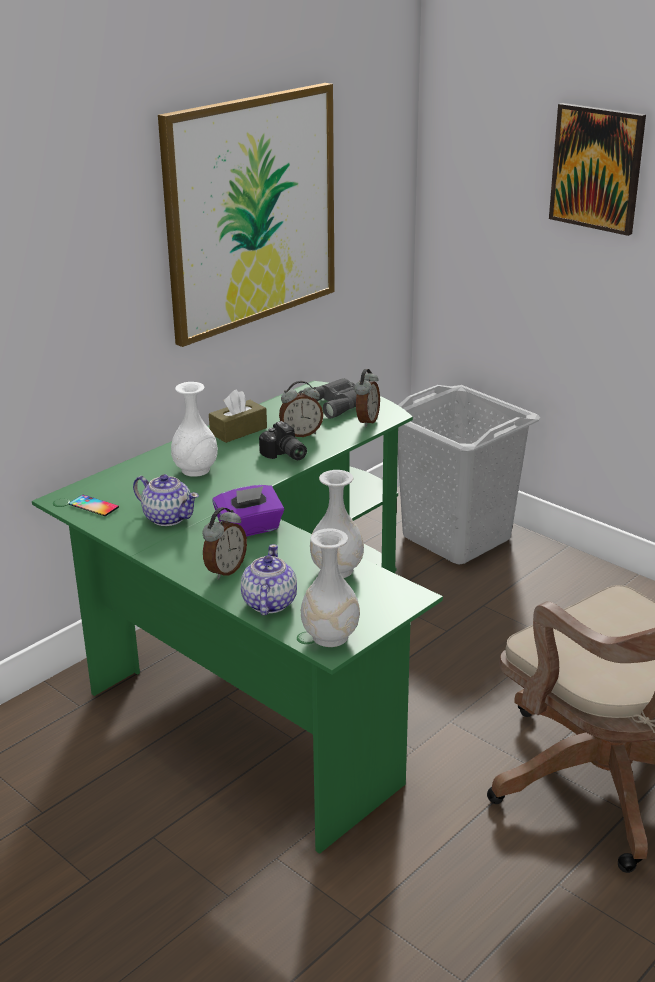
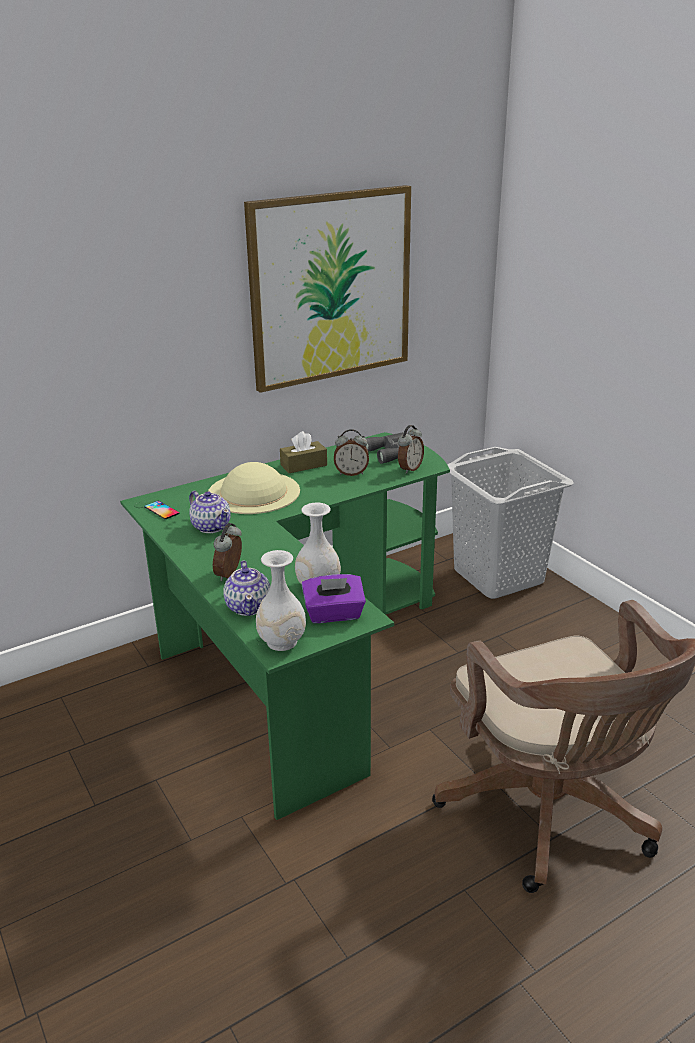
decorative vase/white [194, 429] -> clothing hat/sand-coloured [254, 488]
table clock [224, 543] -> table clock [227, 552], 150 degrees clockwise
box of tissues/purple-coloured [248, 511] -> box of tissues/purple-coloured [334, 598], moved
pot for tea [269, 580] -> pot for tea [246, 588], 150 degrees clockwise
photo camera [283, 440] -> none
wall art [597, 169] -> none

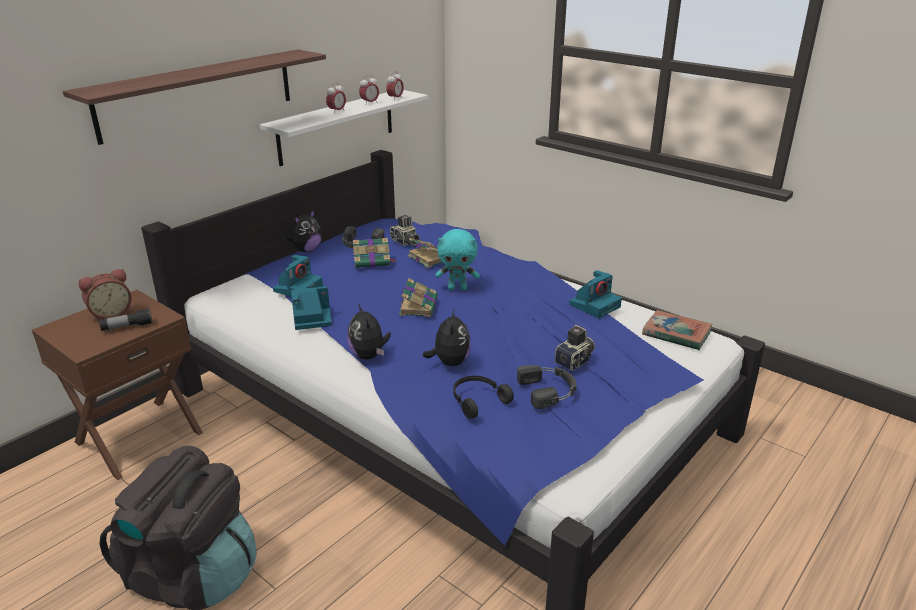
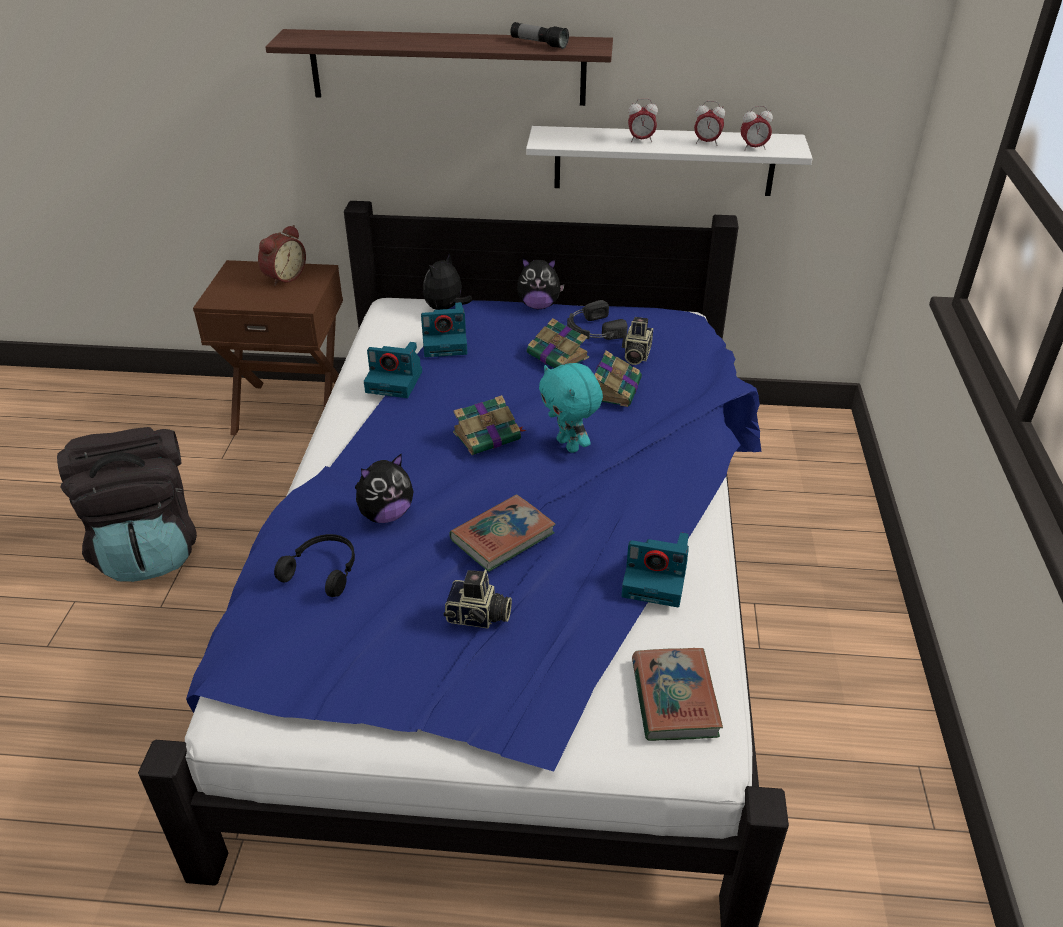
table clock [104, 295] -> table clock [282, 255], 75 degrees counterclockwise
torch [126, 319] -> torch [540, 35], moved
photo camera [311, 308] -> photo camera [393, 370], 150 degrees clockwise
plush toy [369, 331] -> plush toy [447, 281], moved
headphones/blackish [546, 387] -> none
none -> volume [502, 533]

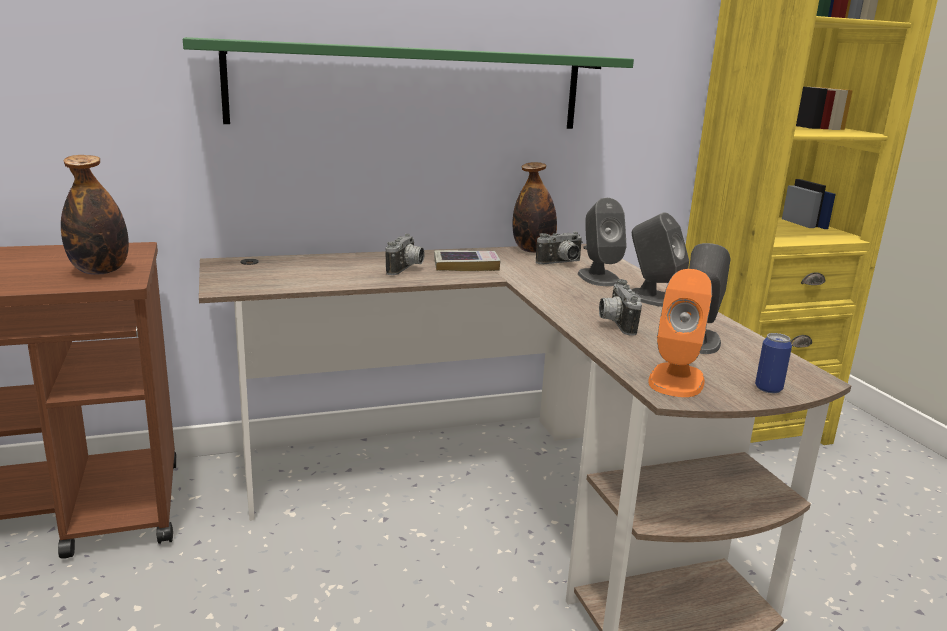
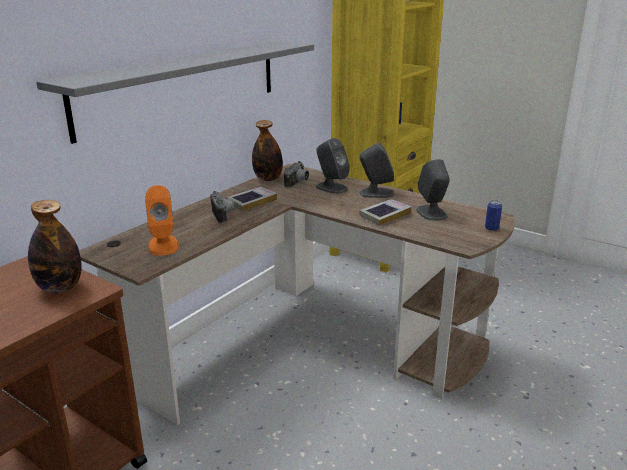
bracket shelf/green [408, 83] -> bracket shelf/grey [175, 92]
photo camera [620, 307] -> volume [385, 212]
speaker/orange-coloured [680, 333] -> speaker/orange-coloured [162, 220], moved

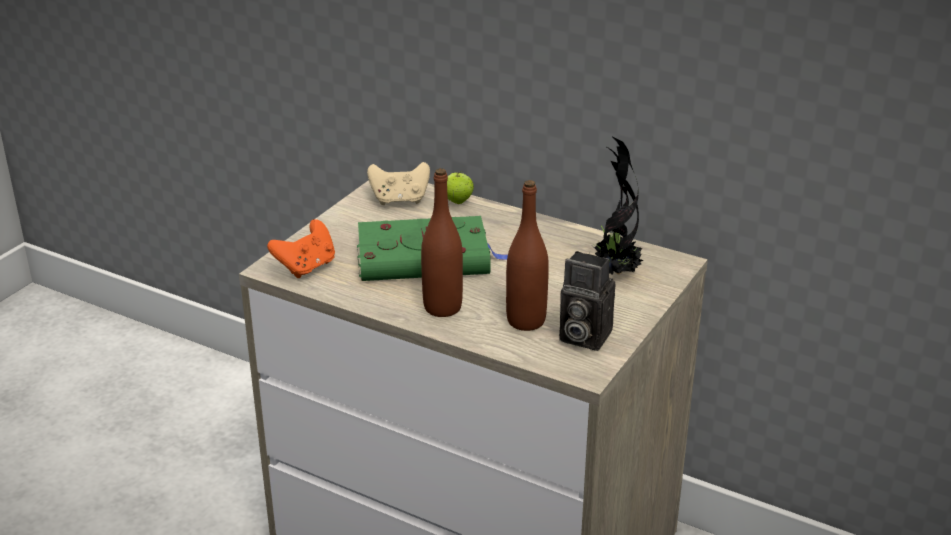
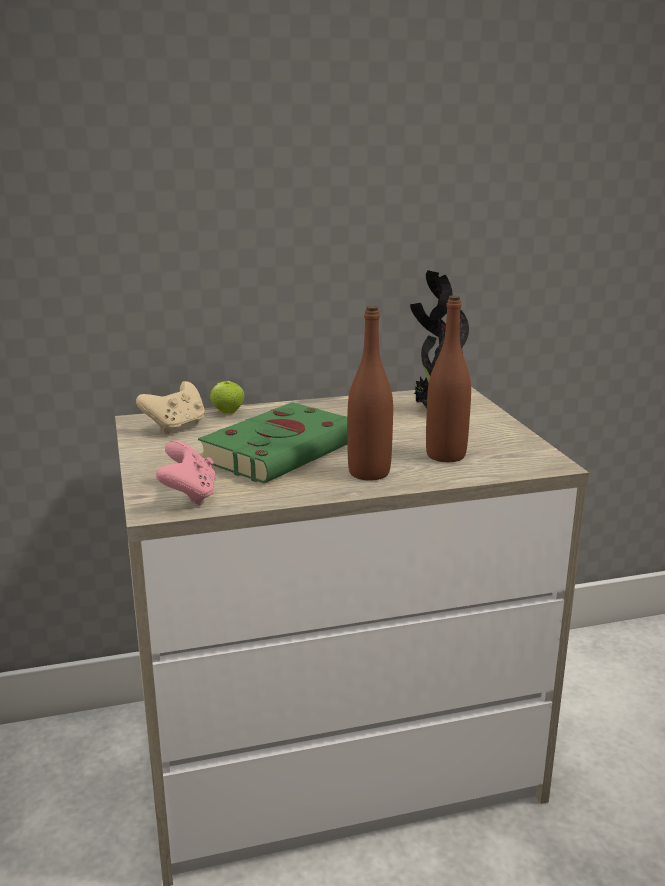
joypad/orange-coloured [301, 248] -> joypad/pinkish [186, 472]
photo camera [587, 301] -> none

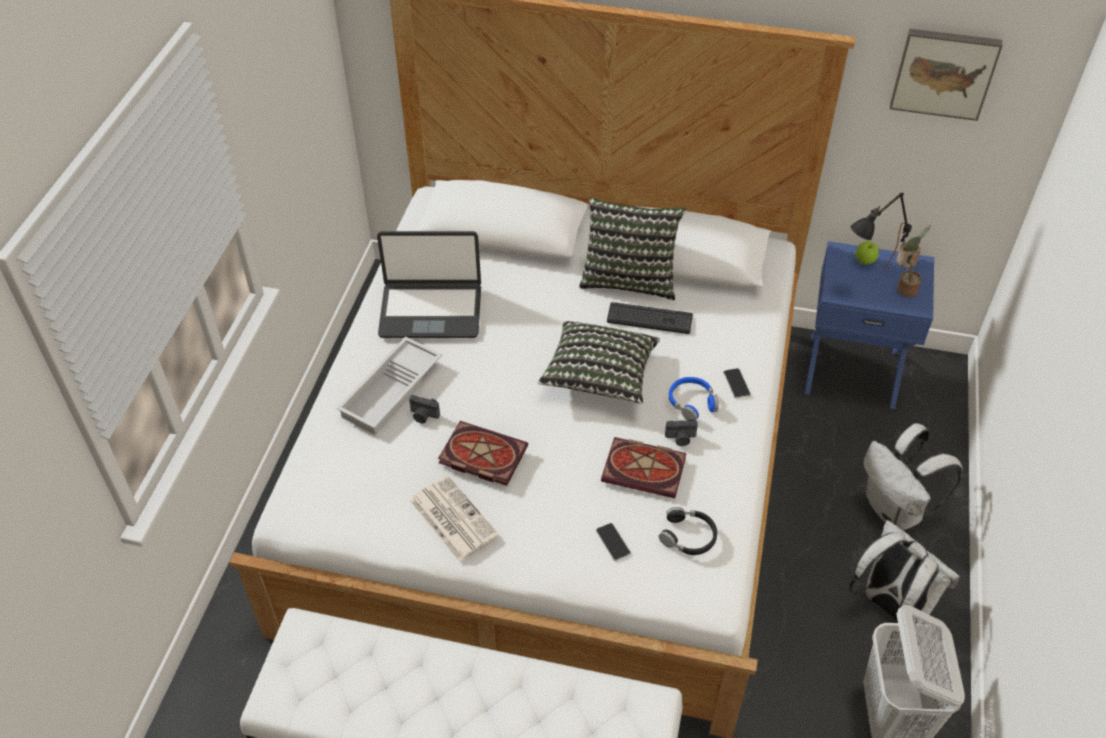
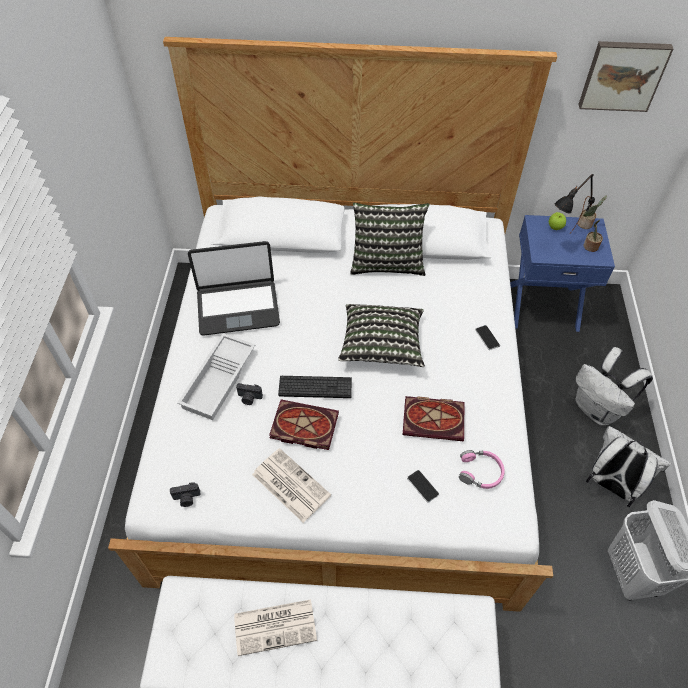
PC keyboard [650, 318] -> PC keyboard [315, 387], moved
headphones/blackish [688, 531] -> headphones/pinkish [482, 469]
photo camera [681, 432] -> photo camera [185, 494], moved
headphones/blue-coloured [694, 398] -> none
none -> newspaper [275, 627]

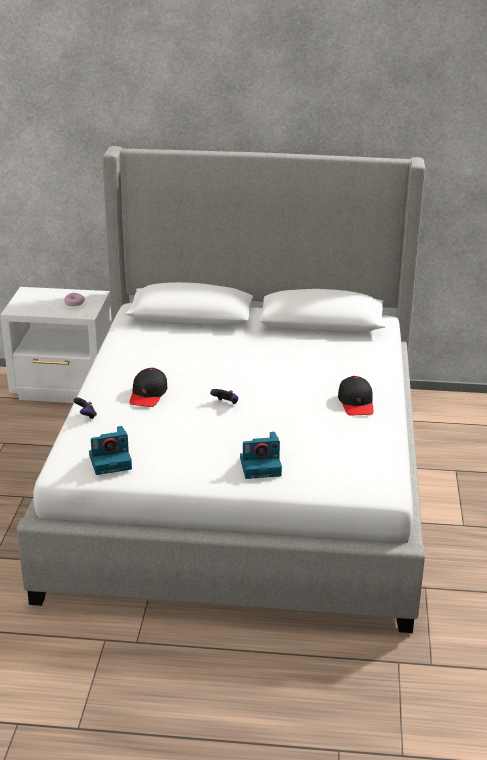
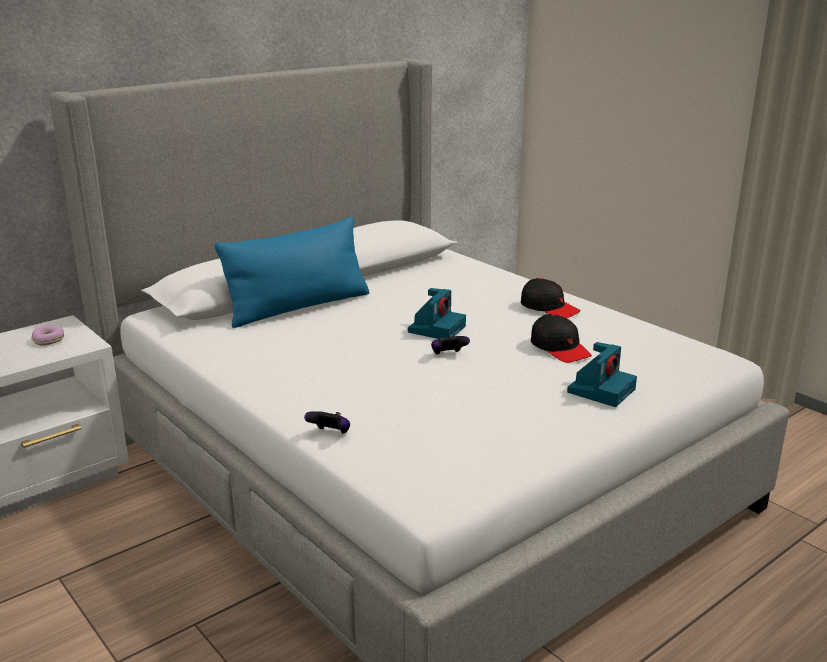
photo camera [110, 450] -> photo camera [437, 313], moved
baseball cap/blackish [148, 387] -> baseball cap/blackish [561, 338], moved
none -> cushion/blue-coloured [291, 272]

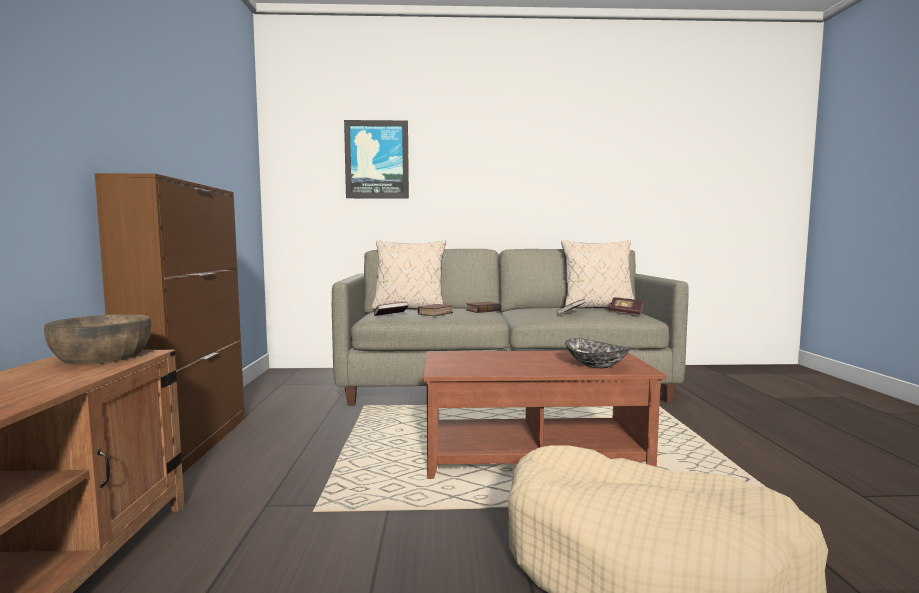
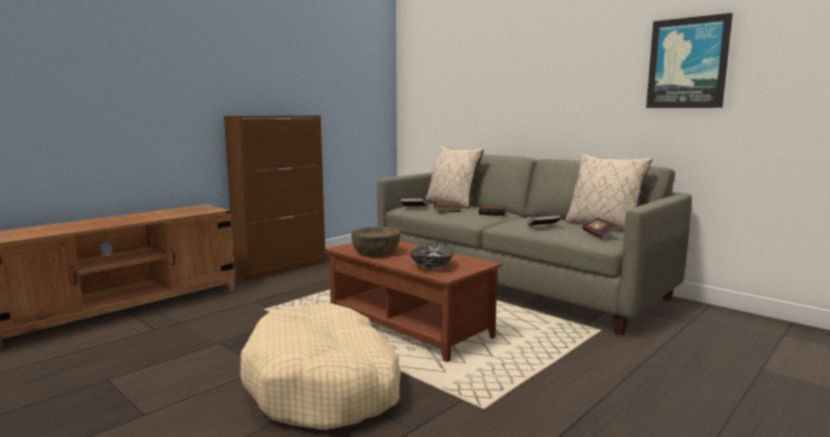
bowl/brown [97, 339] -> bowl/brown [375, 242], moved
wall art [376, 159] -> wall art [689, 60], moved

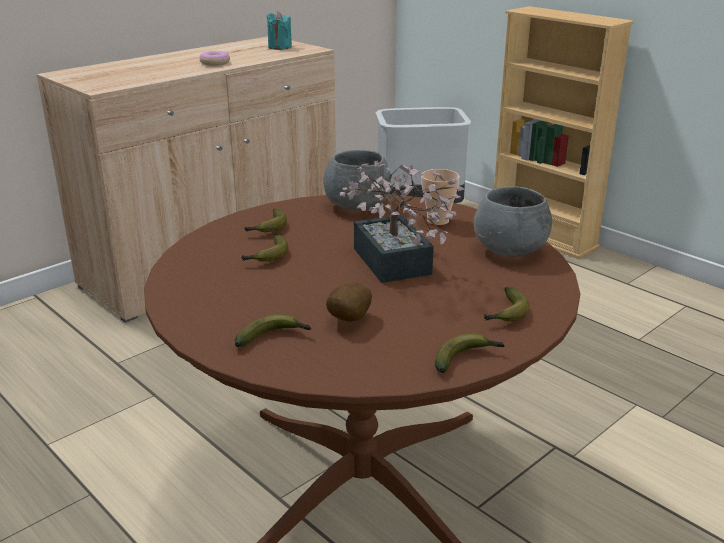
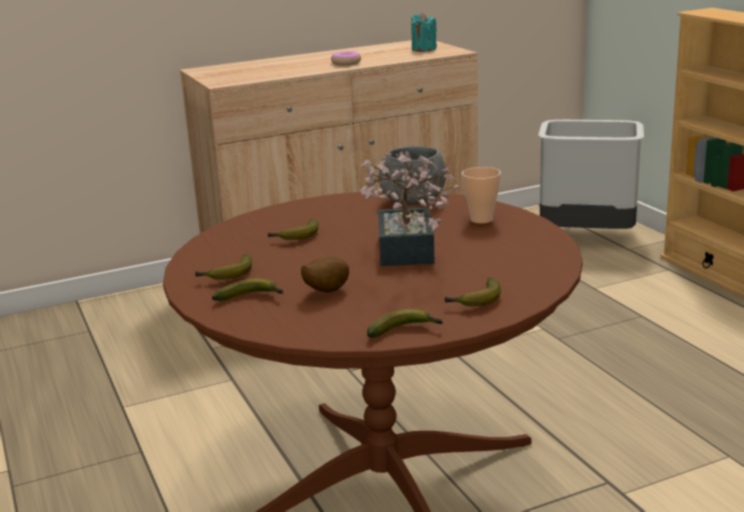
banana [266, 220] -> banana [223, 266], moved
bowl/grey [513, 221] -> none

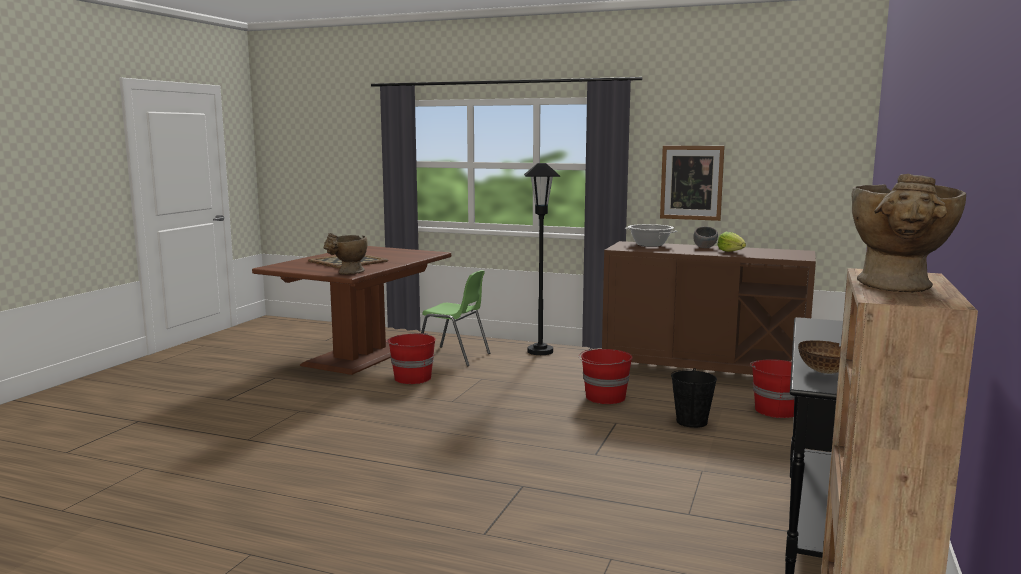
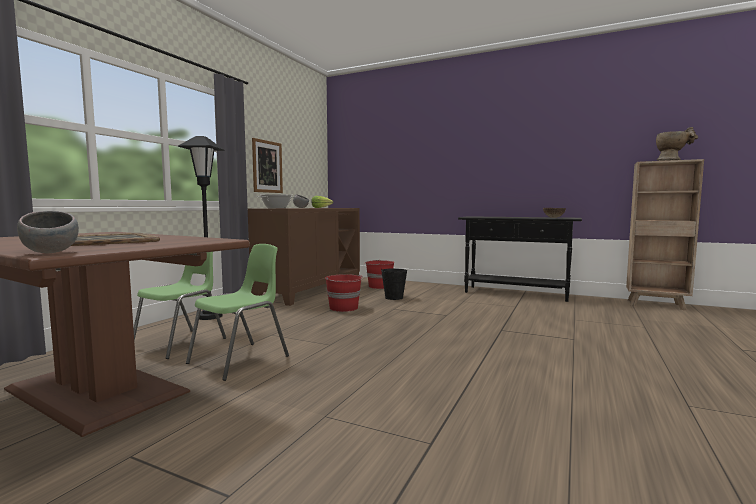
decorative vase/sand-coloured [345, 254] -> none
pail/red [411, 358] -> chair/green [237, 312]
none -> bowl/grey [48, 232]

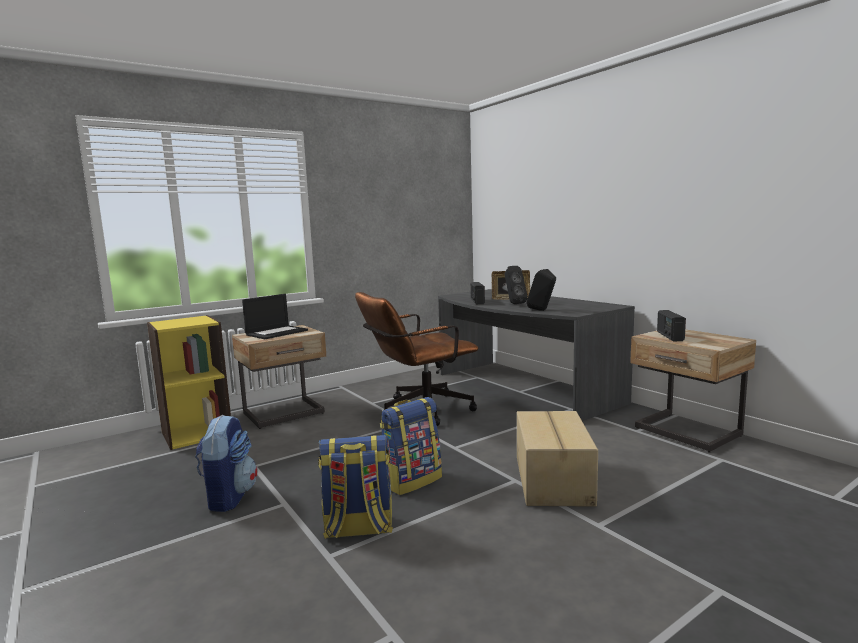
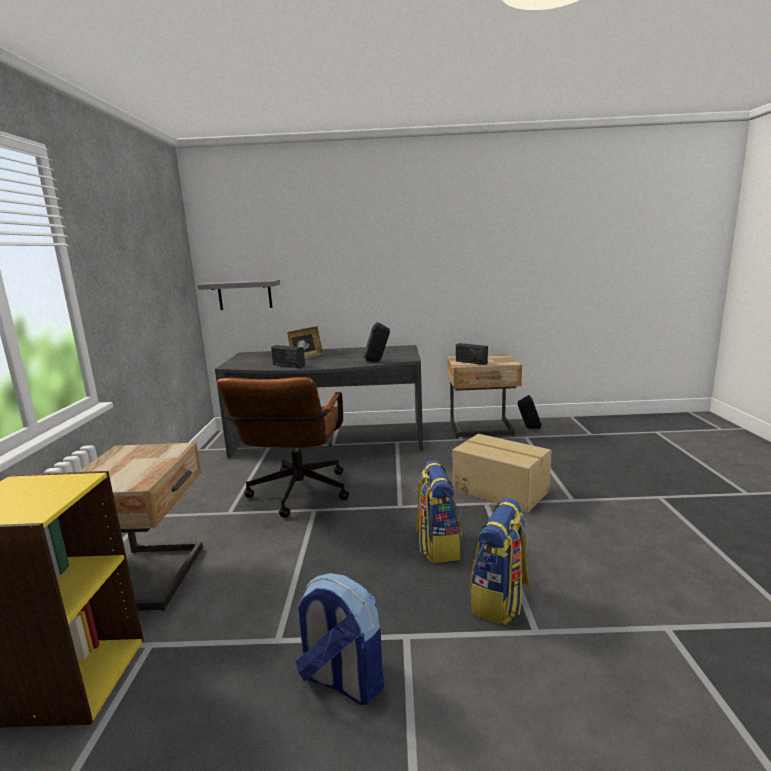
notebook computer [275, 316] -> none
speaker/blackish [516, 285] -> speaker/blackish [530, 412], moved
none -> bracket shelf/grey [239, 295]

